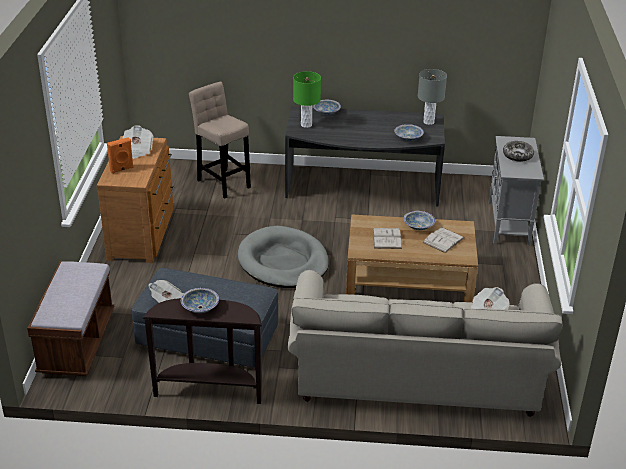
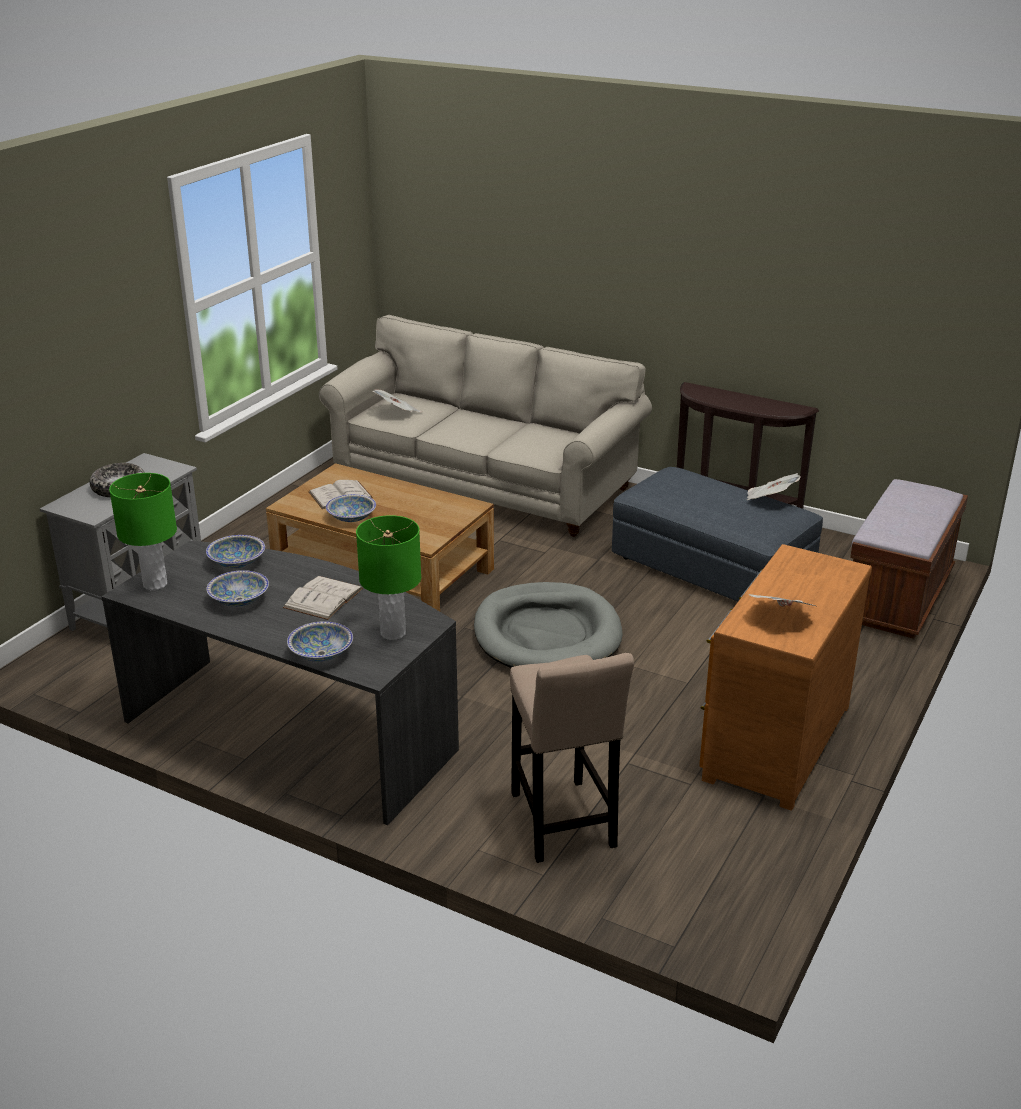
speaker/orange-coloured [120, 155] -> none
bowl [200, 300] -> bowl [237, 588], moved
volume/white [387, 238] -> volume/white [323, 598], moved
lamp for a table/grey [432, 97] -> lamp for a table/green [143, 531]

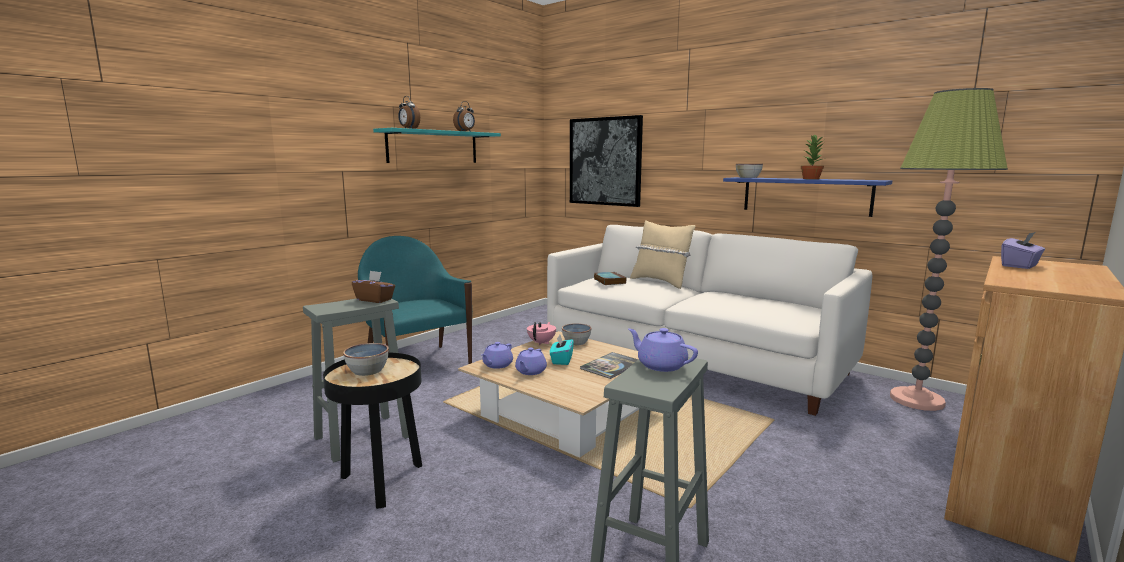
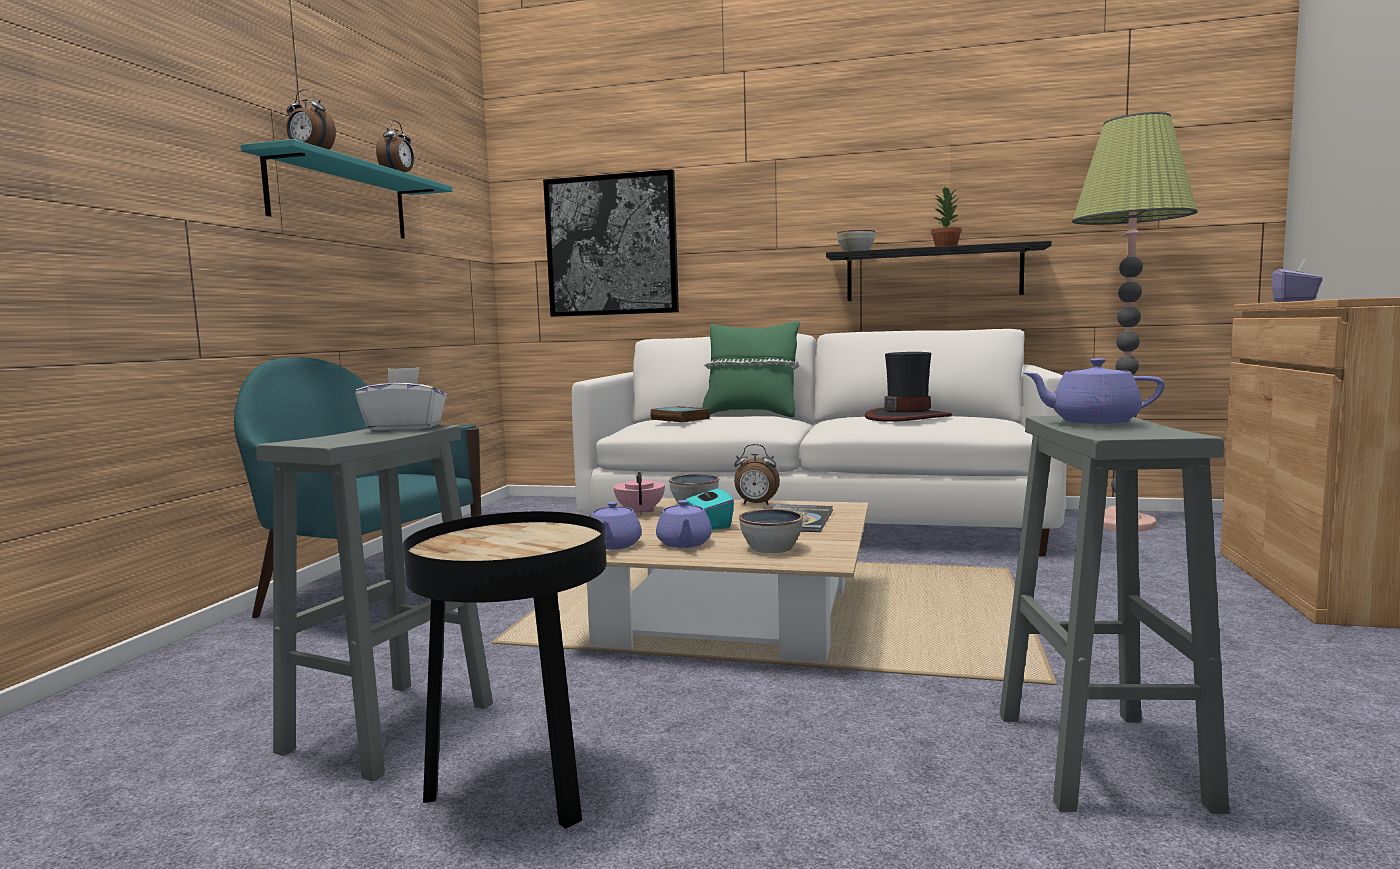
bowl [366, 359] -> bowl [771, 531], moved
box of tissues/brown [373, 287] -> box of tissues/white [401, 398]
cushion/sand-coloured [662, 254] -> cushion/green [751, 369]
bracket shelf/blue-coloured [807, 197] -> bracket shelf/blackish [939, 271]
none -> table clock [757, 474]
none -> clothing hat [908, 387]

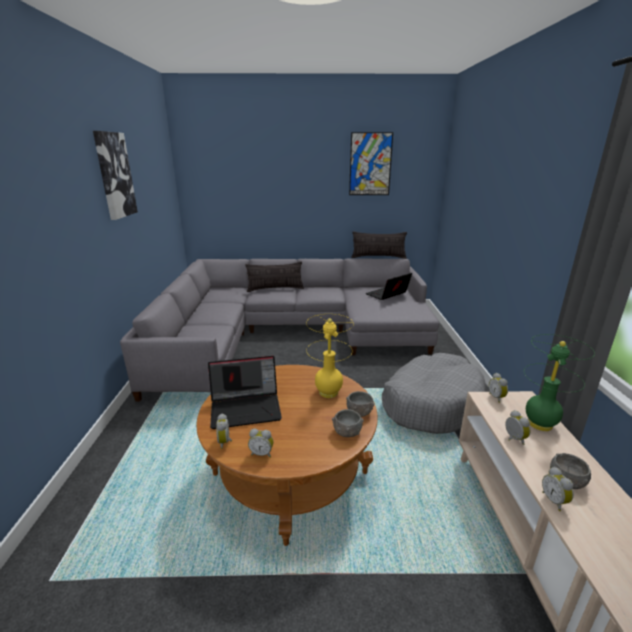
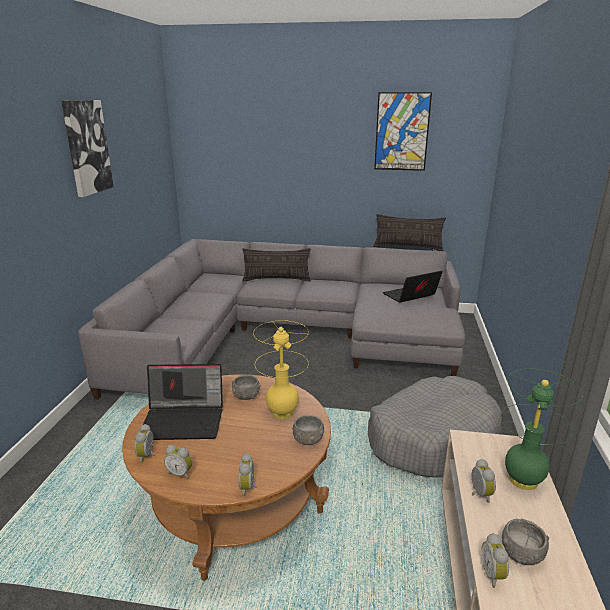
bowl/grey [348, 423] -> bowl/grey [246, 387], moved
table clock [498, 388] -> table clock [247, 474], moved

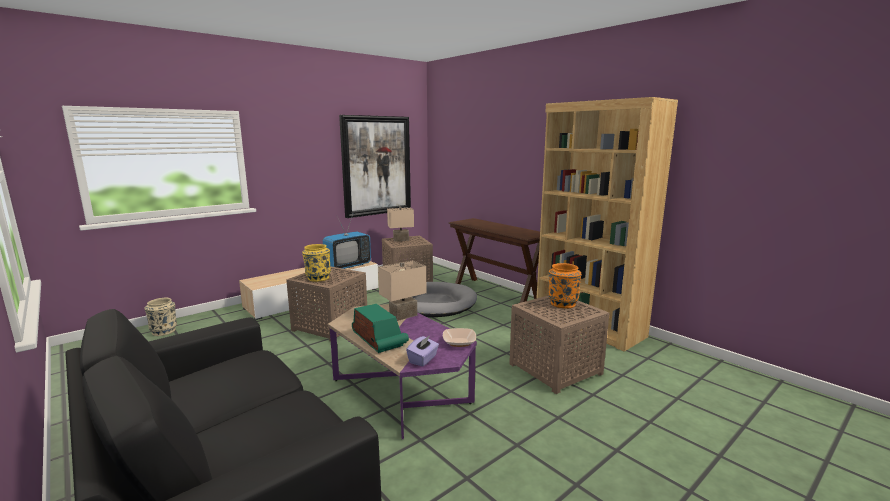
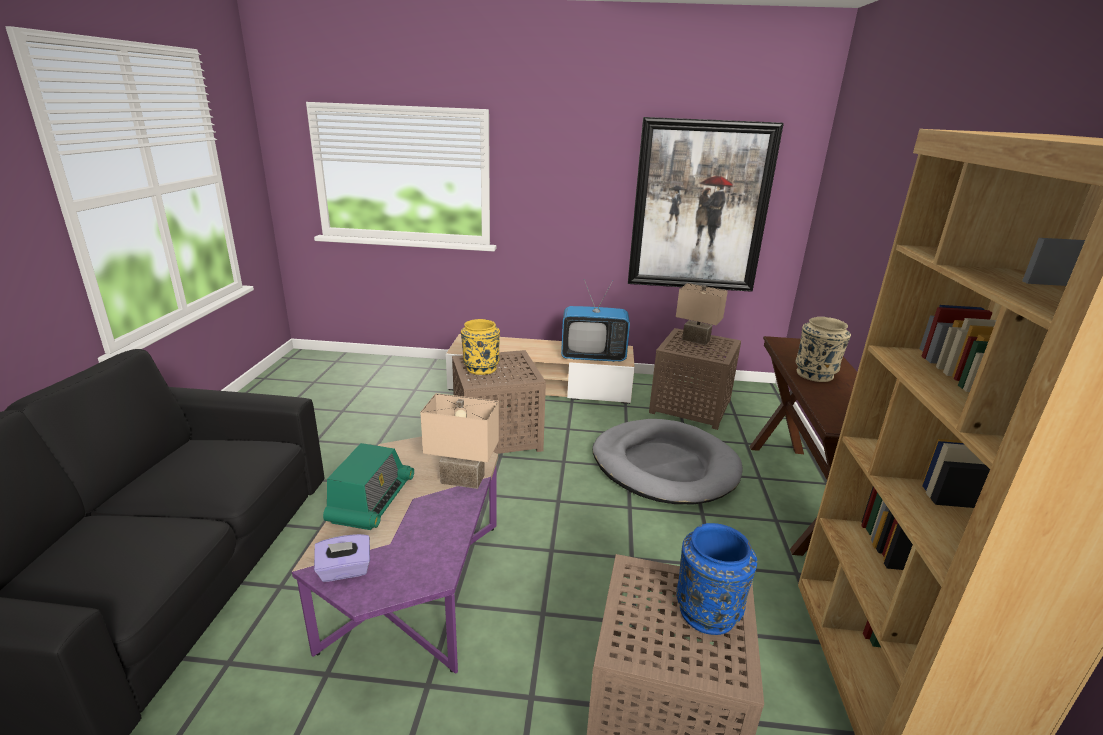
decorative vase/sand-coloured [161, 317] -> decorative vase/sand-coloured [823, 349], moved
bowl [459, 337] -> none
decorative vase/orange-coloured [564, 285] -> decorative vase/blue-coloured [716, 579]

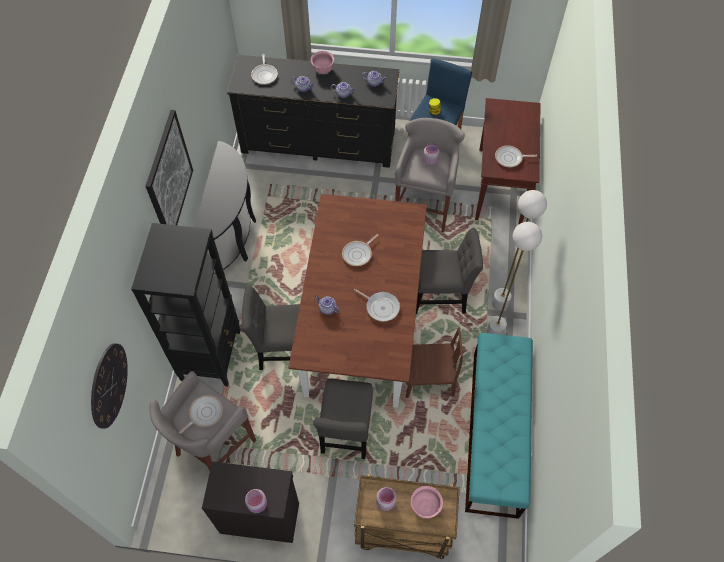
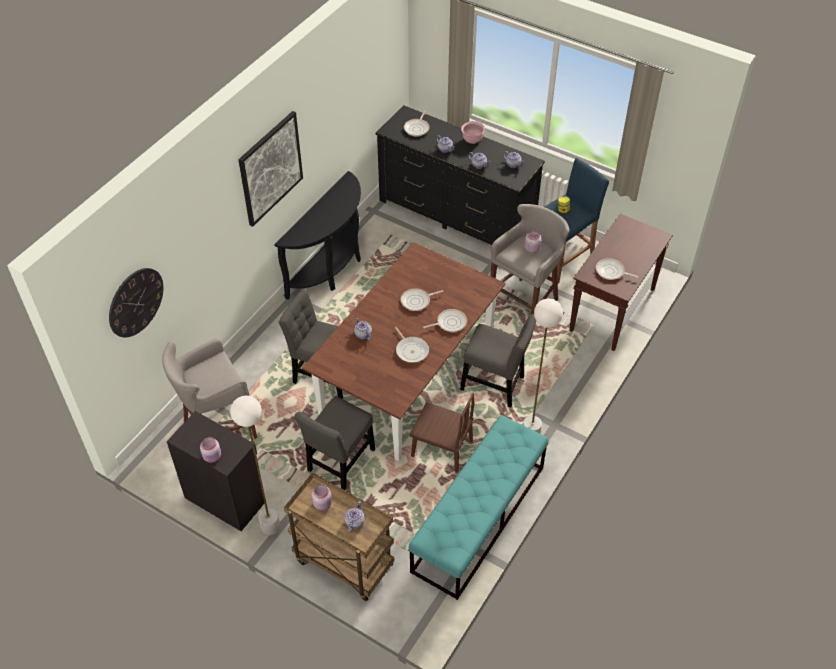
shelving unit/blackish [186, 304] -> none
skillet [201, 414] -> skillet [445, 320], moved
bowl/pinkish [427, 502] -> pot for tea [355, 516]
floor lamp/white [519, 250] -> floor lamp/white [255, 465], moved

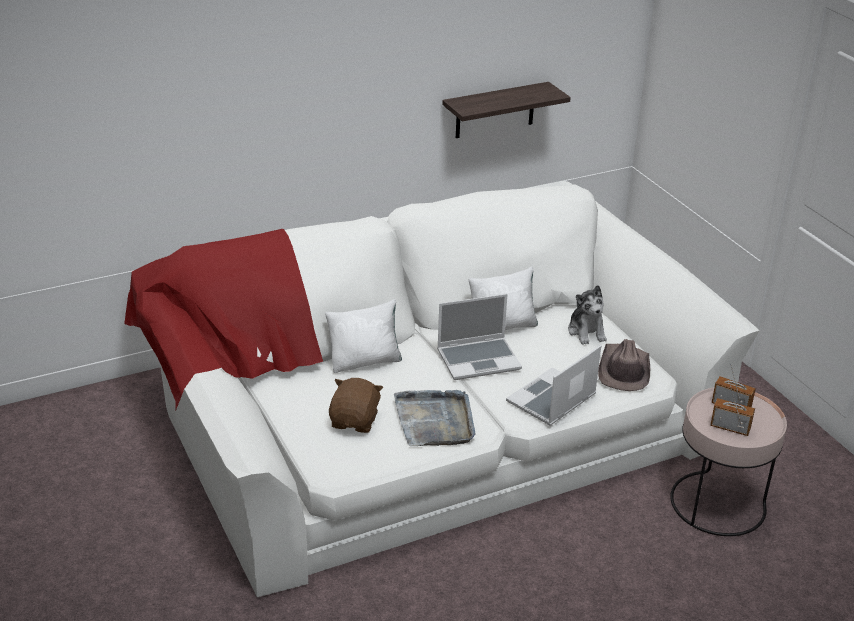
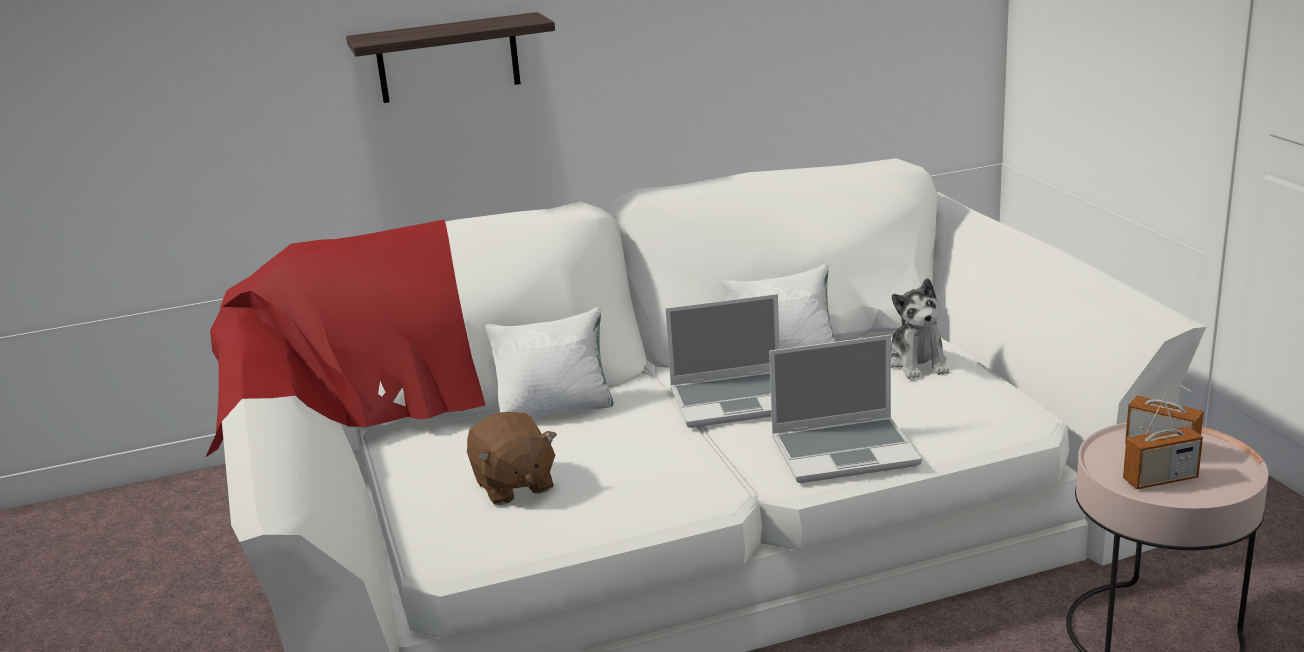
plush toy/brown [356, 405] -> plush toy/brown [512, 458], 135 degrees clockwise
carrying tray/grey [435, 418] -> none
bracket shelf [506, 110] -> bracket shelf [450, 57], moved
notebook computer [553, 385] -> notebook computer [845, 409], 150 degrees counterclockwise
clothing hat/brown [624, 365] -> none
radio receiver [732, 411] -> radio receiver [1163, 435], 135 degrees clockwise

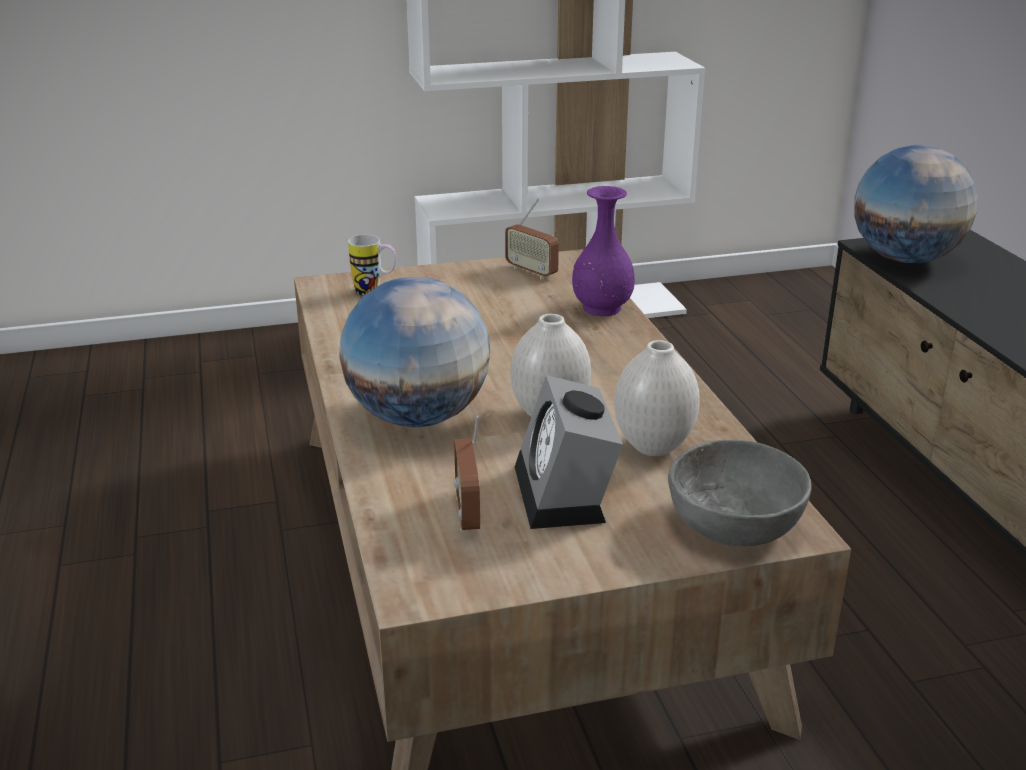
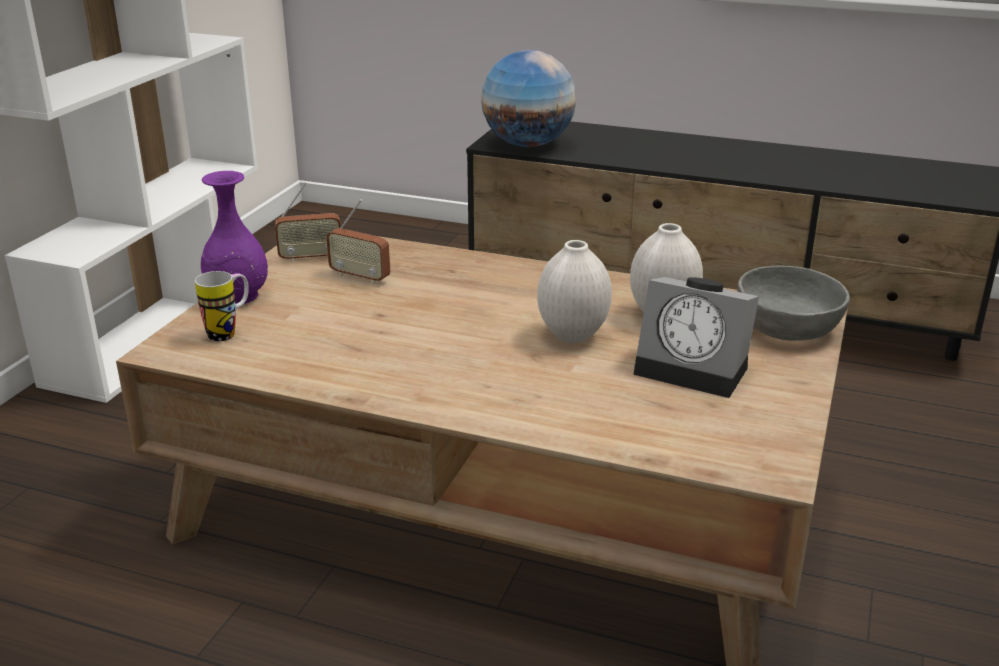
world globe [414, 352] -> none
radio receiver [467, 473] -> radio receiver [358, 241], moved
decorative vase/purple-coloured [603, 251] -> decorative vase/purple-coloured [234, 237], moved

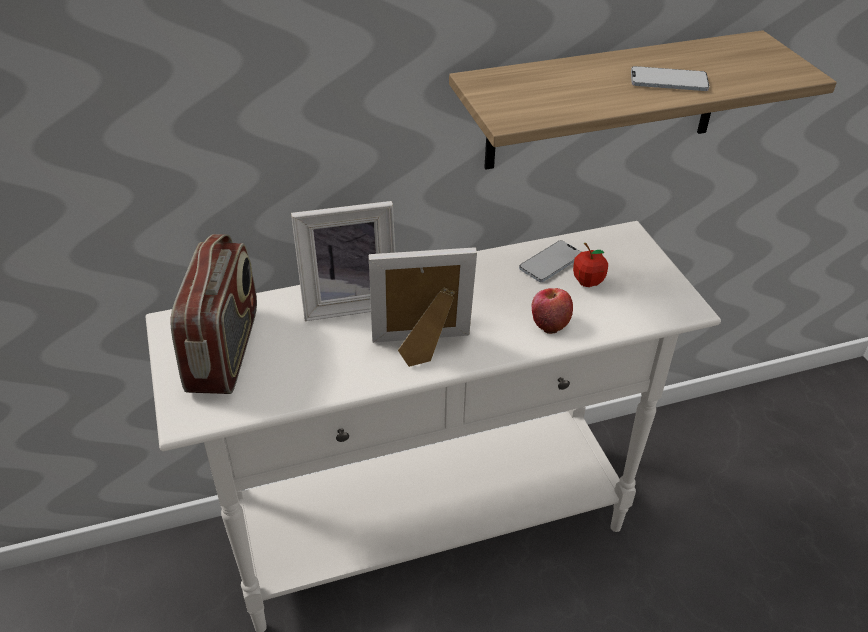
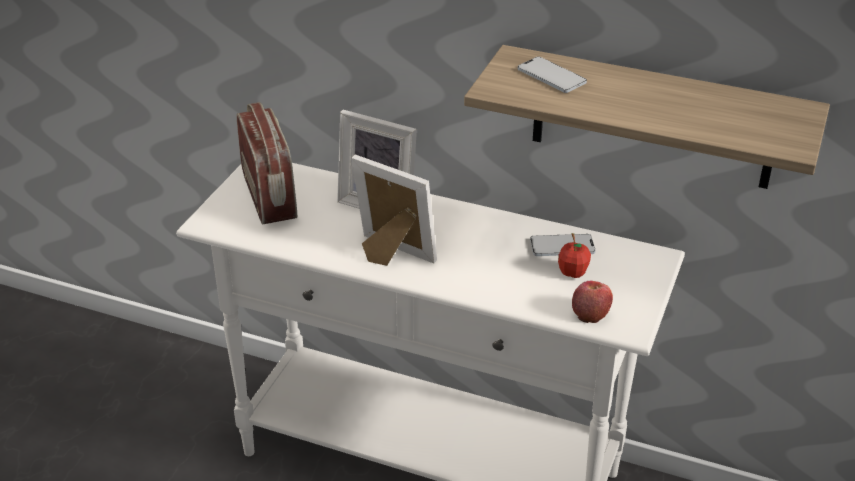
radio receiver [213, 314] -> radio receiver [267, 163], 60 degrees counterclockwise
apple fruit [552, 311] -> apple fruit [592, 302], moved
telephone [670, 78] -> telephone [552, 75], moved

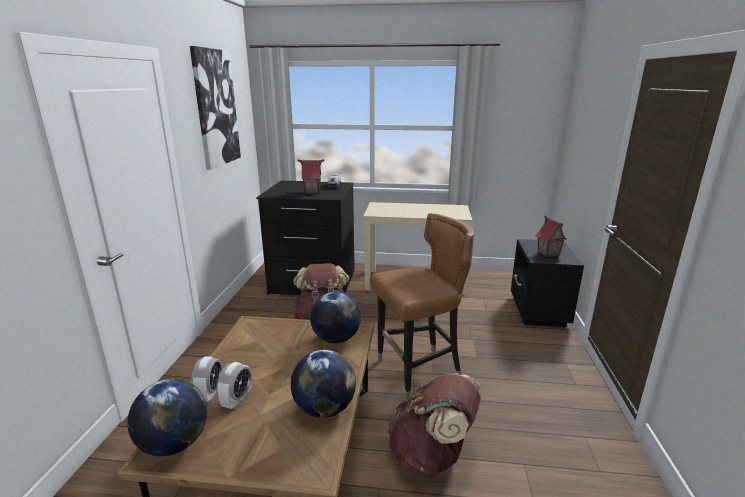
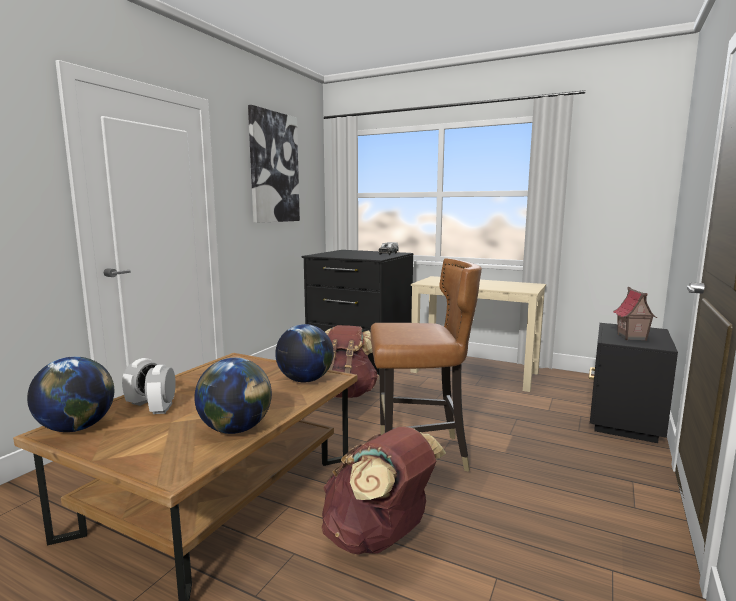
table clock [234, 385] -> table clock [160, 389], 135 degrees clockwise
toy house [310, 176] -> none

